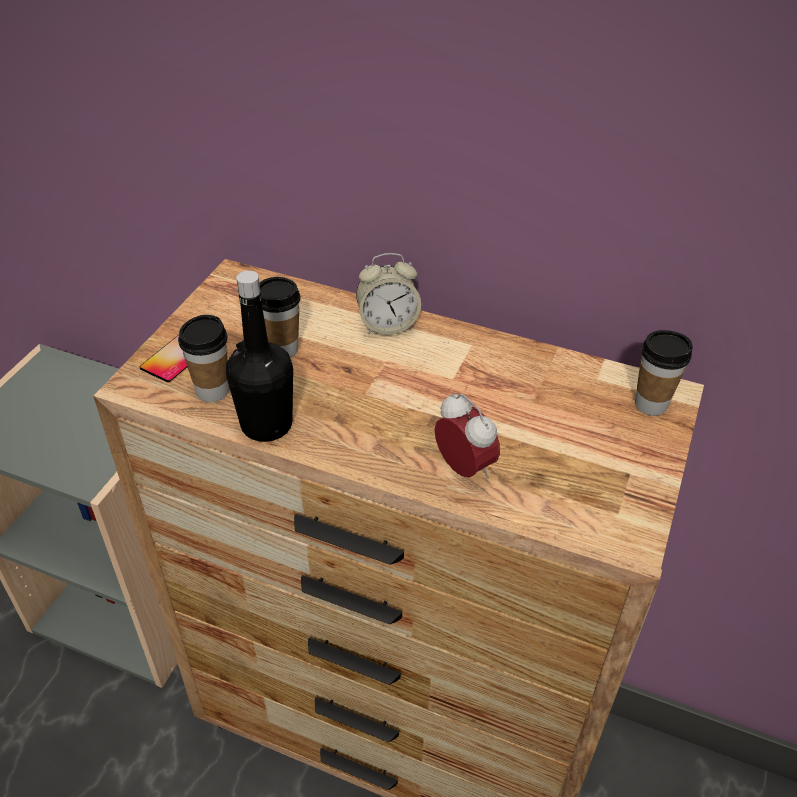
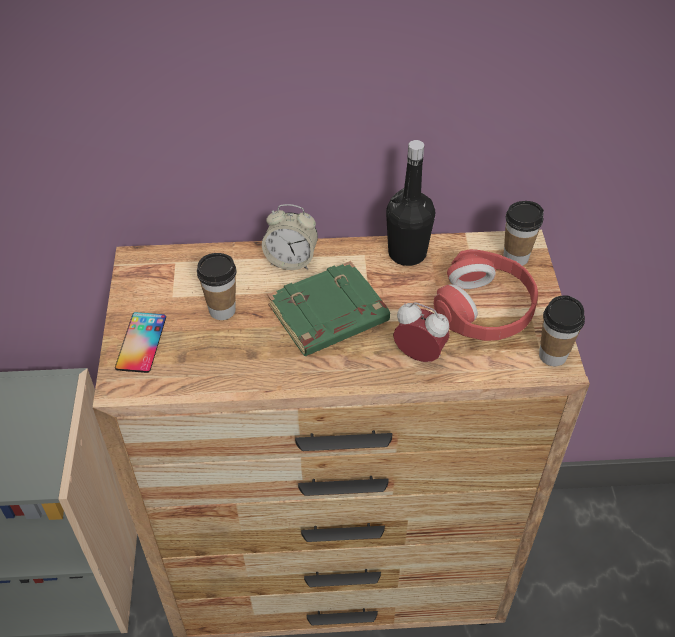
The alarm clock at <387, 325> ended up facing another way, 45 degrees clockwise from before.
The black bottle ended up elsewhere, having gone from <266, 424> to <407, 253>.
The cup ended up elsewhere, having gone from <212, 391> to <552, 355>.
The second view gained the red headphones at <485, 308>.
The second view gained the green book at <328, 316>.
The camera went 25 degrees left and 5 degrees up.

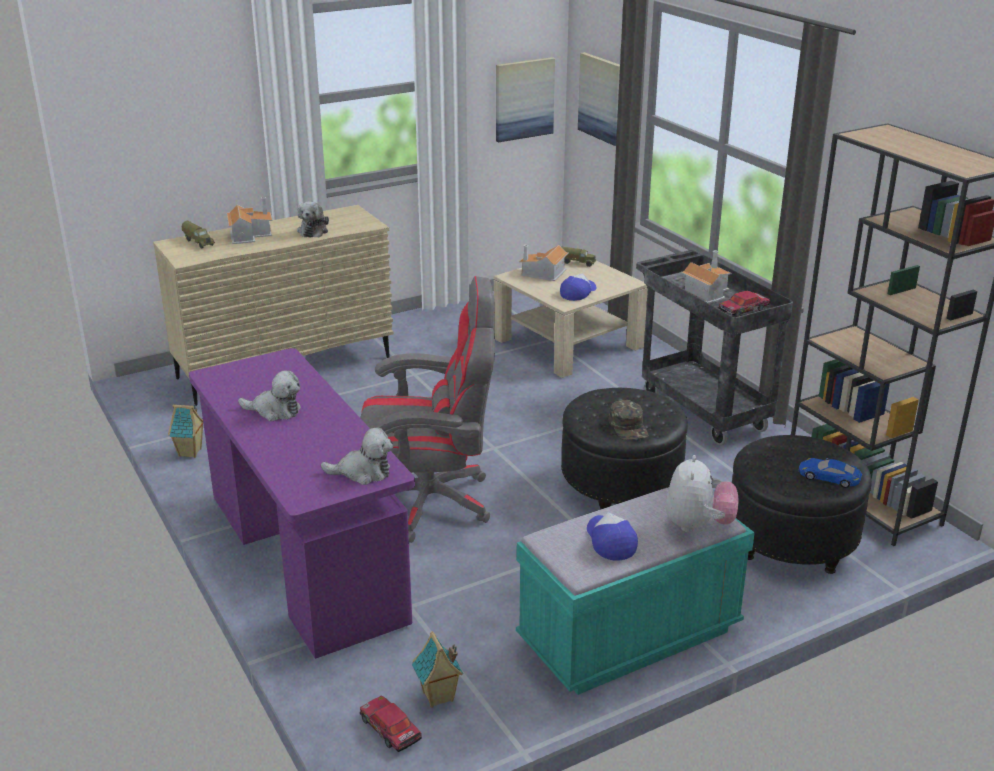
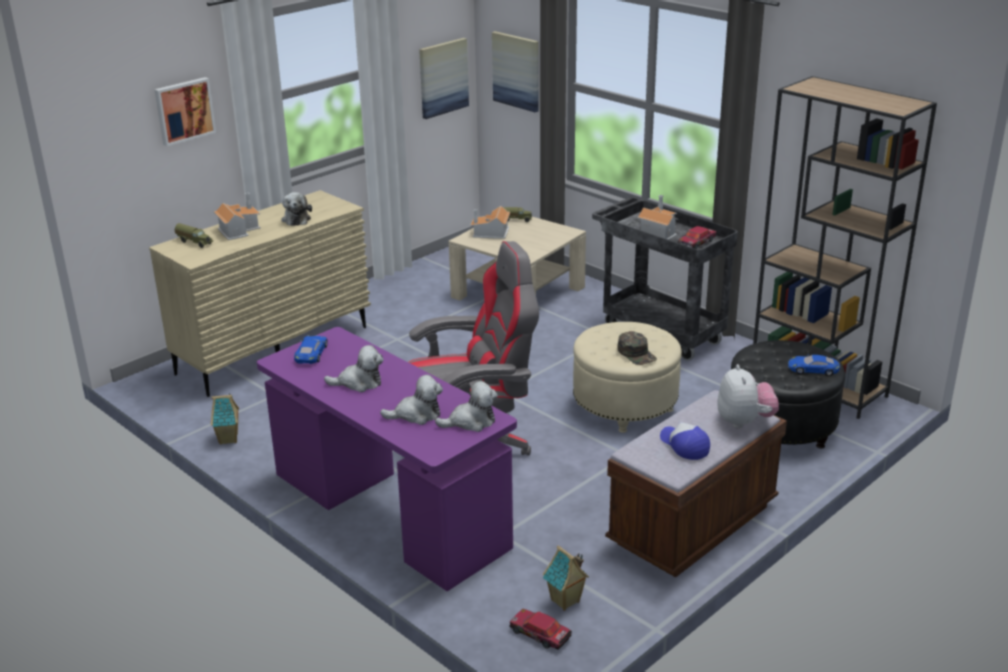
The second view lost the cap at <578, 292>.
What was the black ottoman at <621, 486> turned into the beige ottoman at <625, 406>.
What was the turquoise bench at <629, 637> turned into the brown bench at <693, 525>.
The second view gained the picture at <184, 110>.
The second view gained the blue toy car at <311, 353>.
The second view gained the plush toy at <416, 414>.
The camera went 15 degrees left and 0 degrees up.

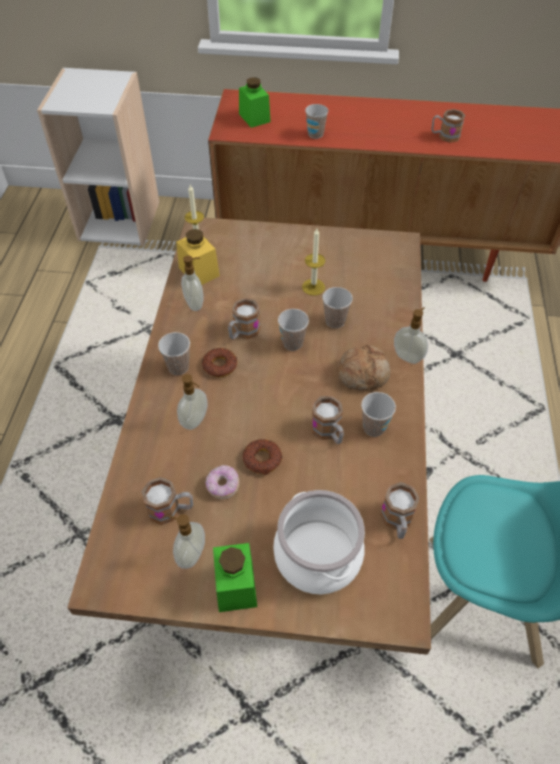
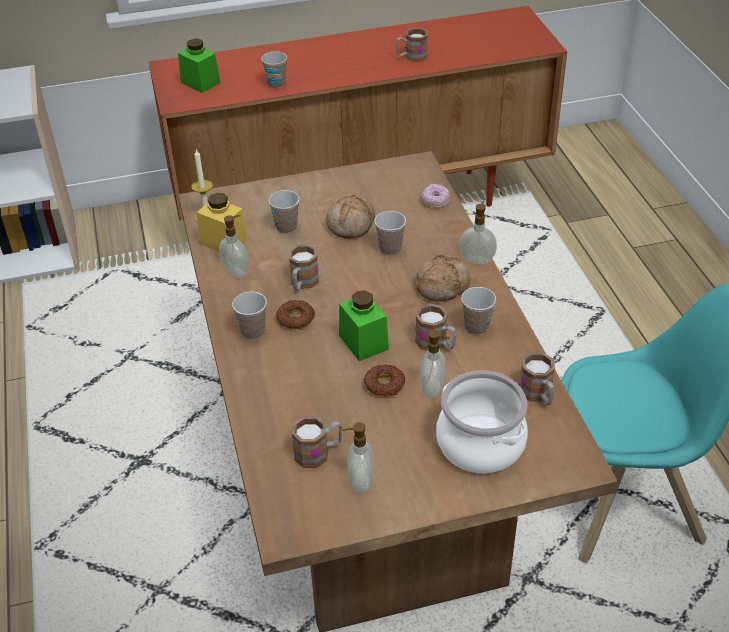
Where the candle stood at <313, 287>, the bread came to stand at <352, 225>.
The cup ended up elsewhere, having gone from <292, 343> to <286, 227>.
The soap dispenser ended up elsewhere, having gone from <195, 421> to <433, 389>.
The donut ended up elsewhere, having gone from <222, 486> to <435, 201>.
The green jar ended up elsewhere, having gone from <235, 586> to <363, 342>.
The camera went 20 degrees left and 10 degrees down.

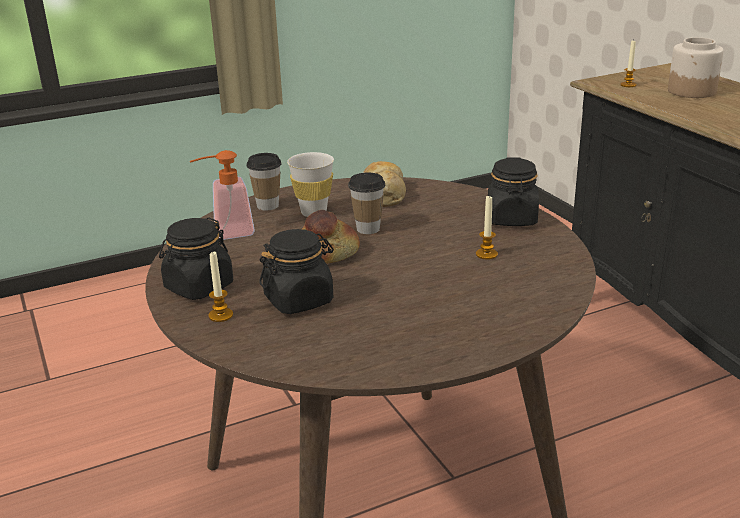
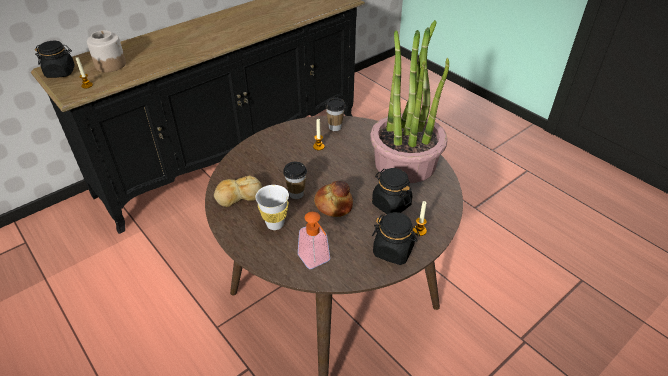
The cup ended up elsewhere, having gone from <267, 206> to <335, 127>.
The black jar ended up elsewhere, having gone from <511, 219> to <61, 72>.
The second view gained the potted plant at <405, 162>.
The camera went 105 degrees left and 15 degrees up.

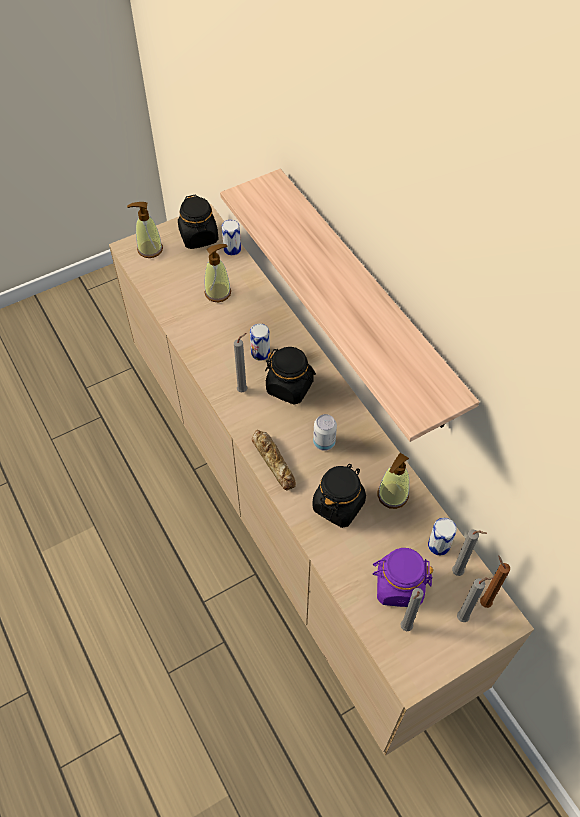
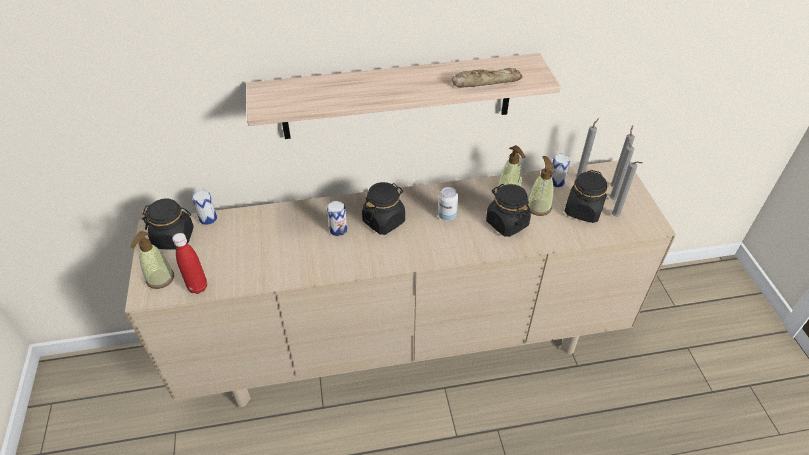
The soap dispenser ended up elsewhere, having gone from <218, 292> to <538, 207>.
The grey candle ended up elsewhere, having gone from <244, 390> to <612, 198>.
The bread ended up elsewhere, having gone from <274, 461> to <485, 82>.
What was the purple jar at <398, 586> turned into the black jar at <583, 210>.
The second view lost the brown candle at <483, 601>.
The second view gained the red bottle at <198, 287>.
The camera went 70 degrees left and 10 degrees down.

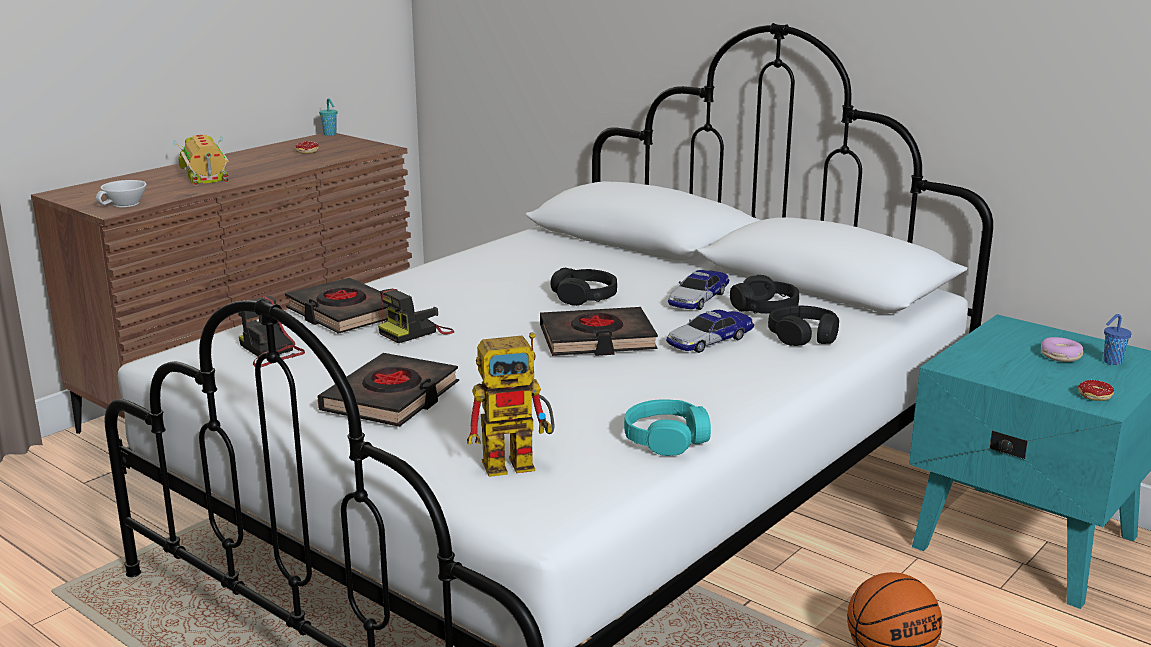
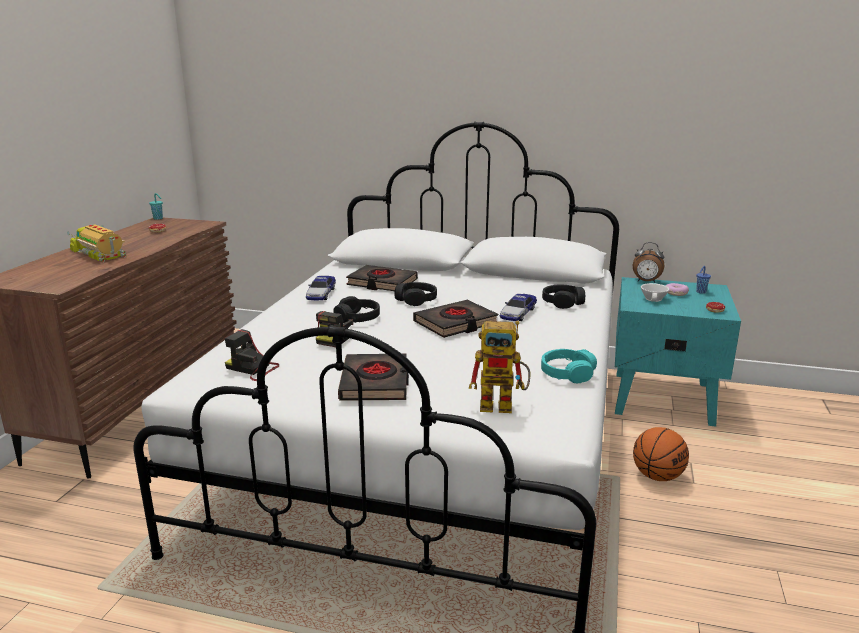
The white cup ended up elsewhere, having gone from <125, 204> to <654, 299>.
The toy car ended up elsewhere, having gone from <698, 299> to <321, 293>.
The black headphones ended up elsewhere, having gone from <764, 308> to <357, 318>.
The black book ended up elsewhere, having gone from <344, 313> to <382, 283>.
The toy robot at <519, 462> ended up facing another way, 45 degrees clockwise from before.
The second view gained the alarm clock at <646, 282>.
The camera went 25 degrees left and 0 degrees up.

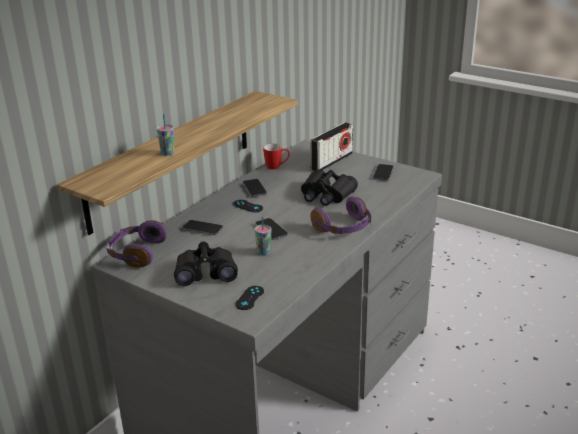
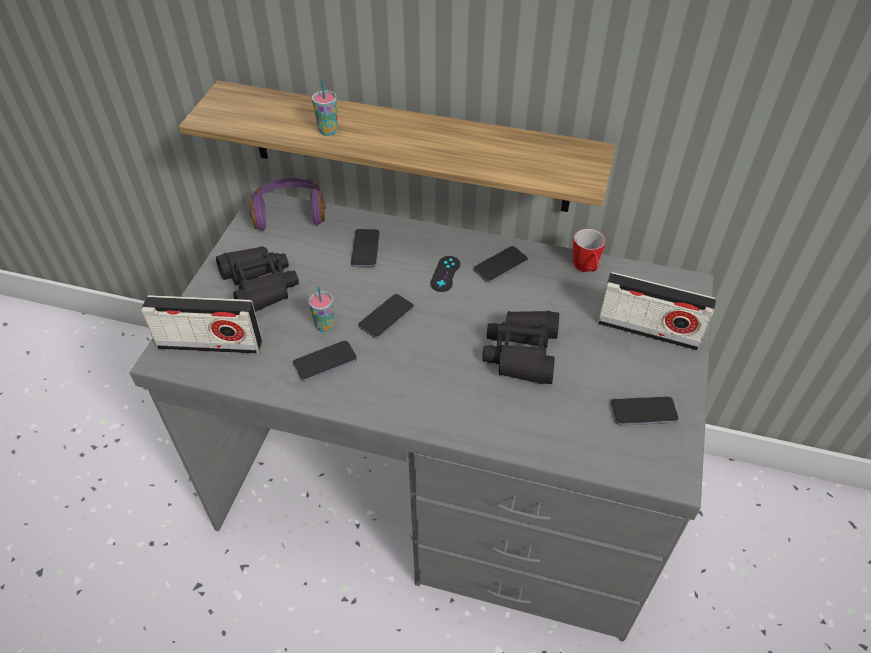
The second view lost the purple headphones at <344, 228>.
Where the black game controller stood at <250, 298>, the radio came to stand at <210, 344>.
The second view gained the phone at <325, 362>.
The camera went 70 degrees right and 20 degrees up.

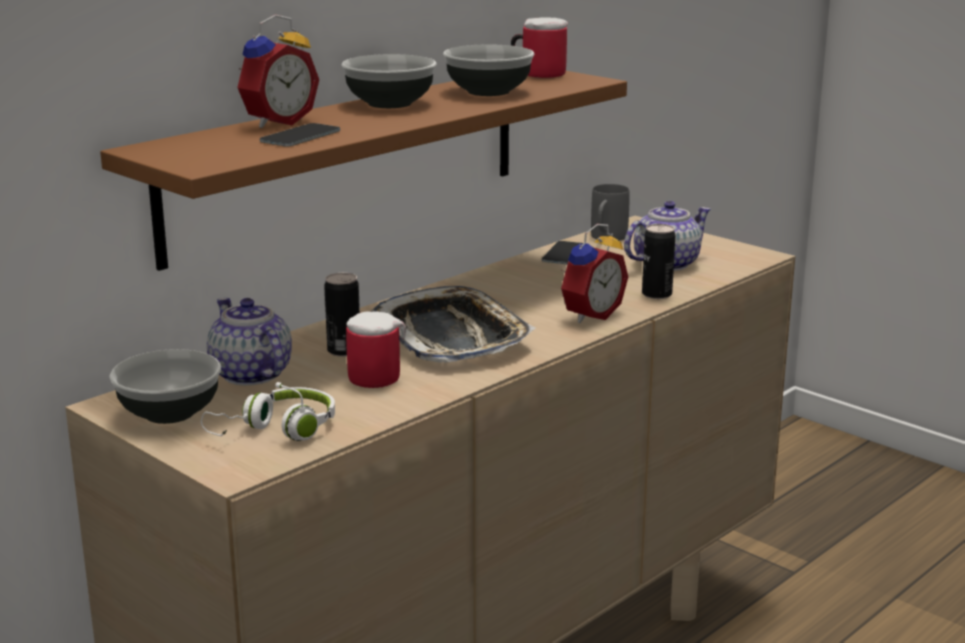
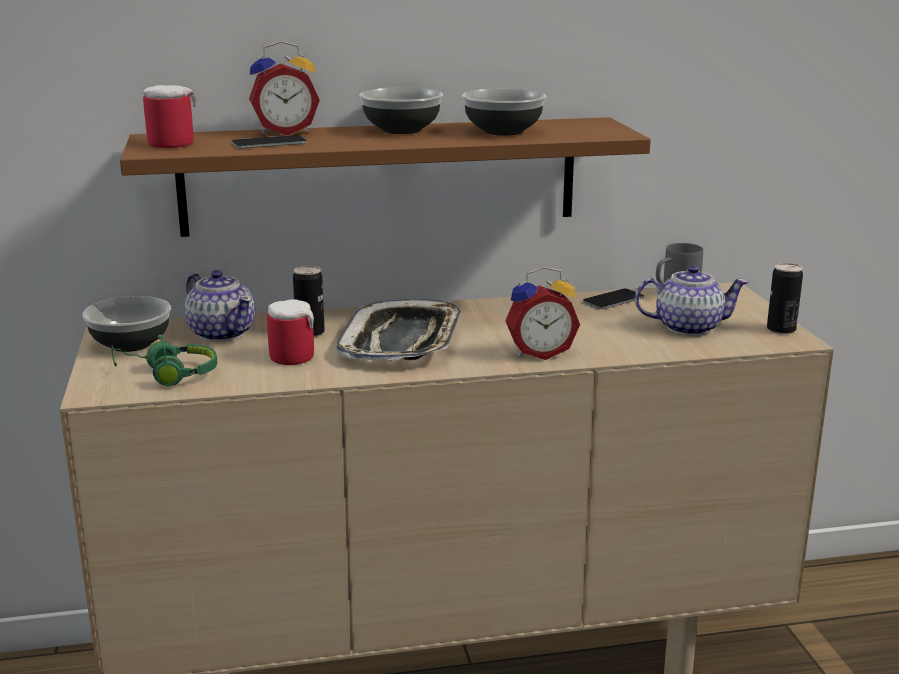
The mug ended up elsewhere, having gone from <538, 73> to <170, 143>.
The can ended up elsewhere, having gone from <657, 294> to <781, 329>.
The teapot at <251, 375> ended up facing another way, 135 degrees clockwise from before.
What was the white headphones at <277, 430> turned into the green headphones at <167, 375>.
The camera went 35 degrees right and 0 degrees up.

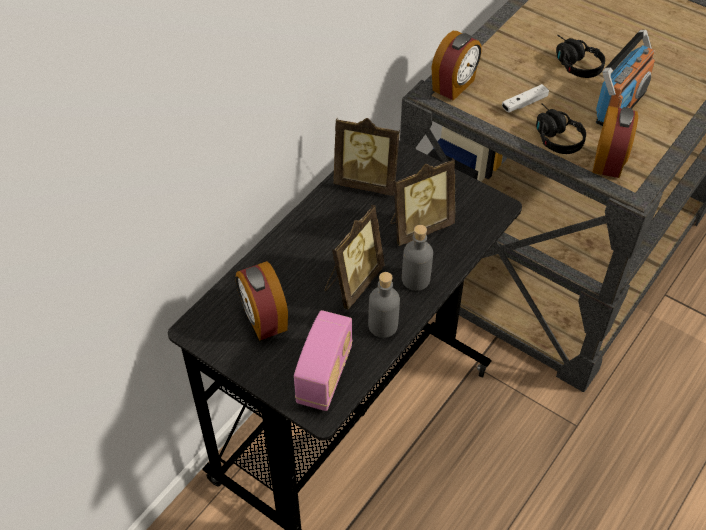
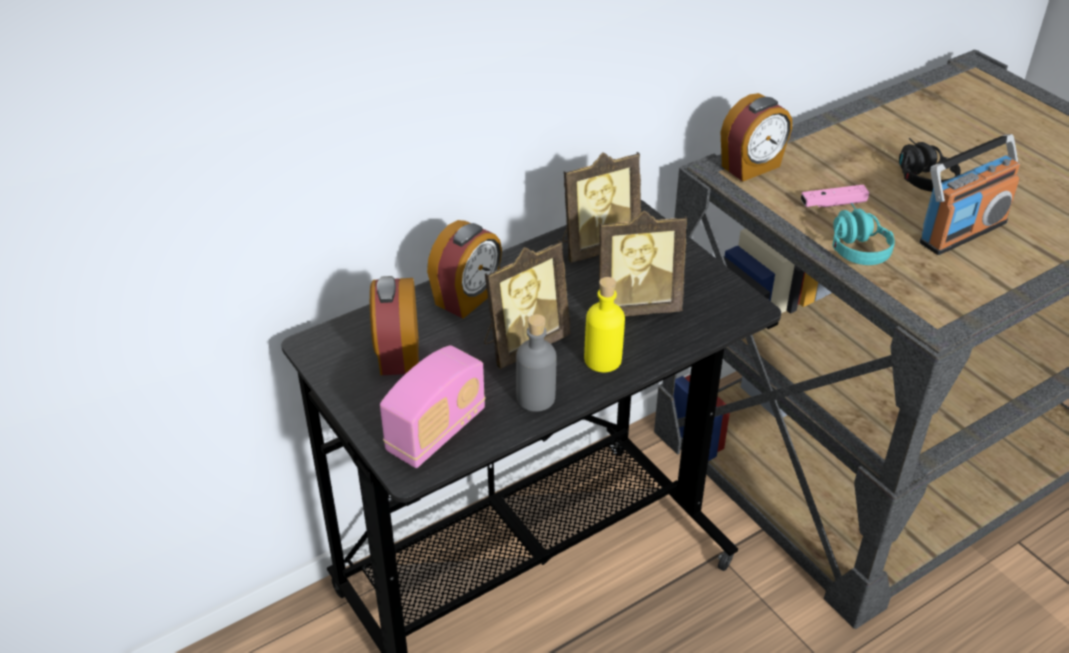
What was the white game controller at <524, 103> turned into the pink game controller at <833, 203>.
What was the black headphones at <553, 136> turned into the turquoise headphones at <854, 244>.
The alarm clock ended up elsewhere, having gone from <609, 161> to <467, 298>.
The picture frame at <367, 181> ended up facing another way, 60 degrees counterclockwise from before.
What was the grey bottle at <416, 279> turned into the yellow bottle at <603, 359>.
The camera went 20 degrees right and 10 degrees down.

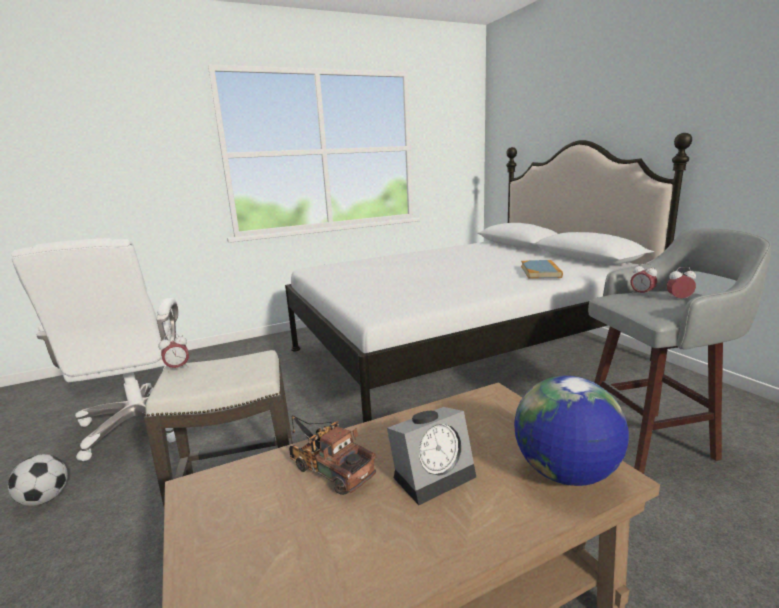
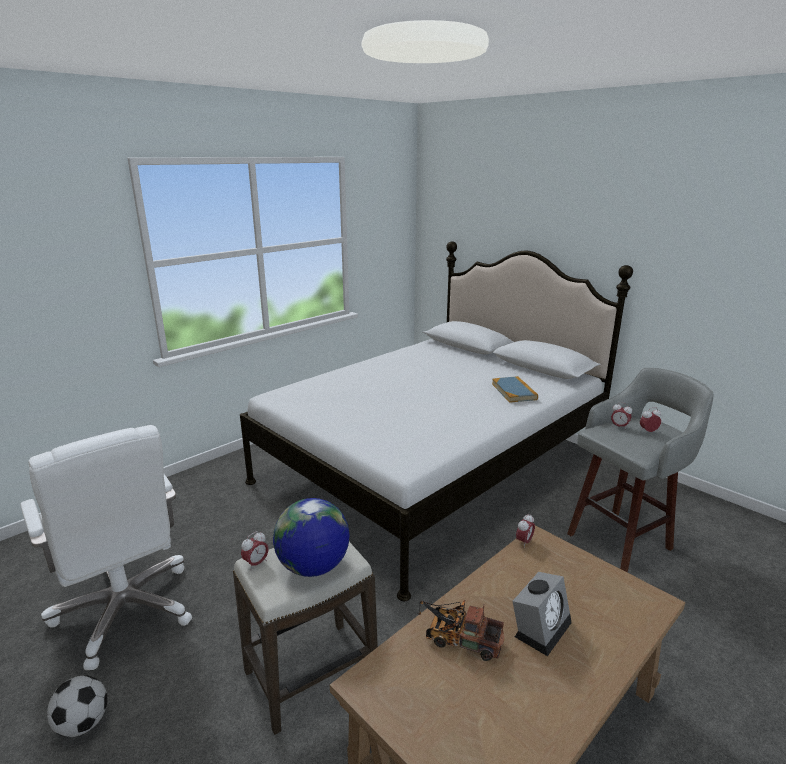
The globe ended up elsewhere, having gone from <565, 473> to <313, 567>.
The second view gained the alarm clock at <524, 542>.
The camera went 20 degrees left and 5 degrees up.

